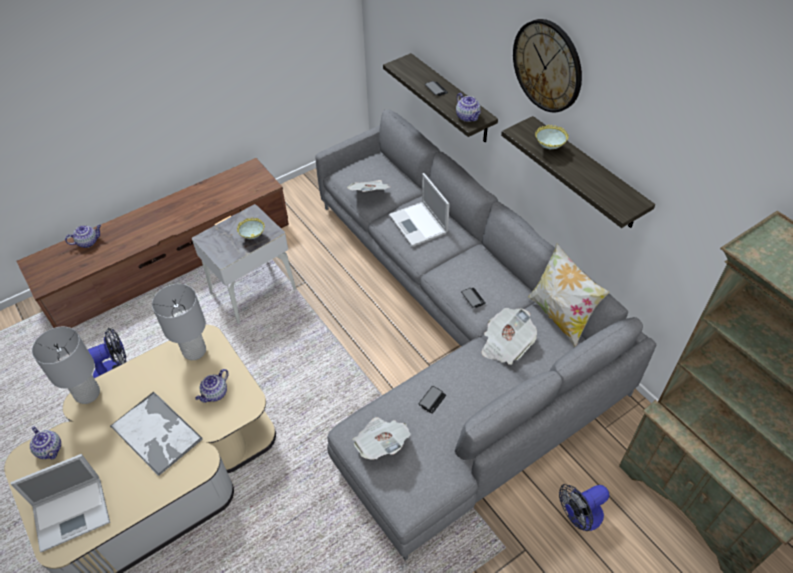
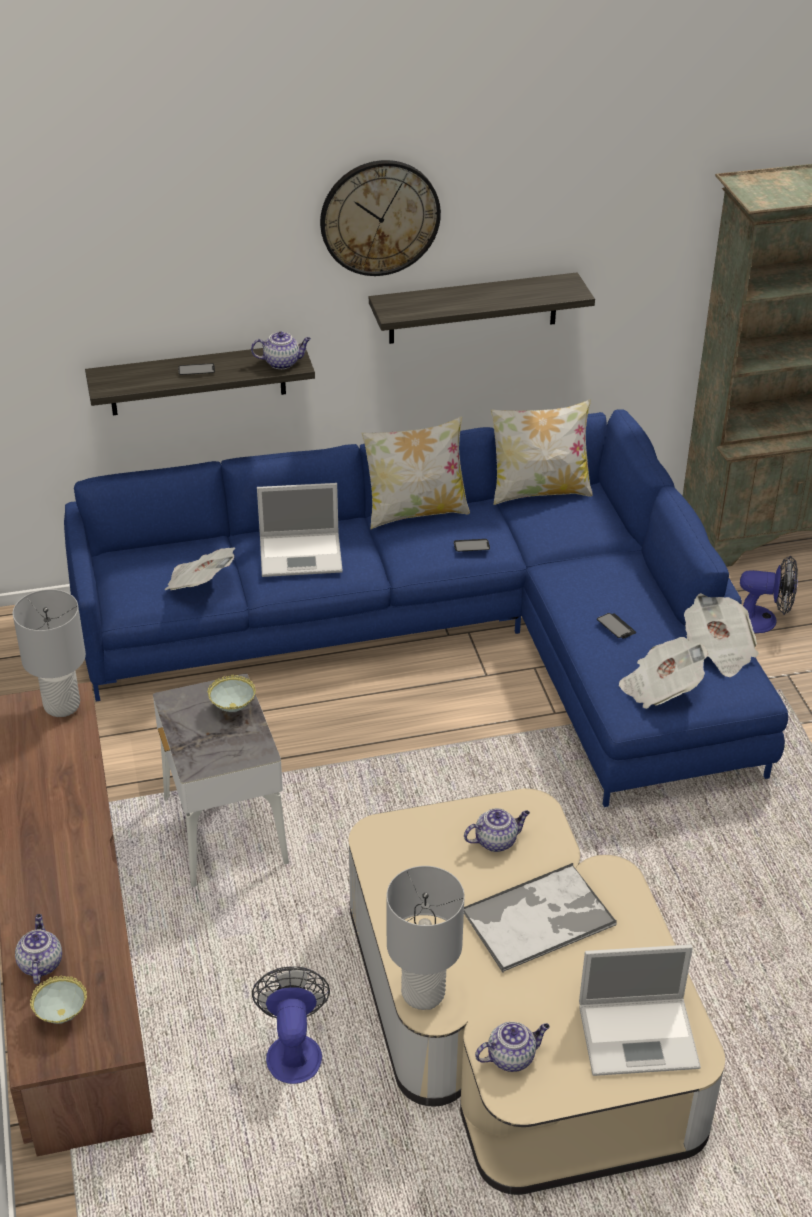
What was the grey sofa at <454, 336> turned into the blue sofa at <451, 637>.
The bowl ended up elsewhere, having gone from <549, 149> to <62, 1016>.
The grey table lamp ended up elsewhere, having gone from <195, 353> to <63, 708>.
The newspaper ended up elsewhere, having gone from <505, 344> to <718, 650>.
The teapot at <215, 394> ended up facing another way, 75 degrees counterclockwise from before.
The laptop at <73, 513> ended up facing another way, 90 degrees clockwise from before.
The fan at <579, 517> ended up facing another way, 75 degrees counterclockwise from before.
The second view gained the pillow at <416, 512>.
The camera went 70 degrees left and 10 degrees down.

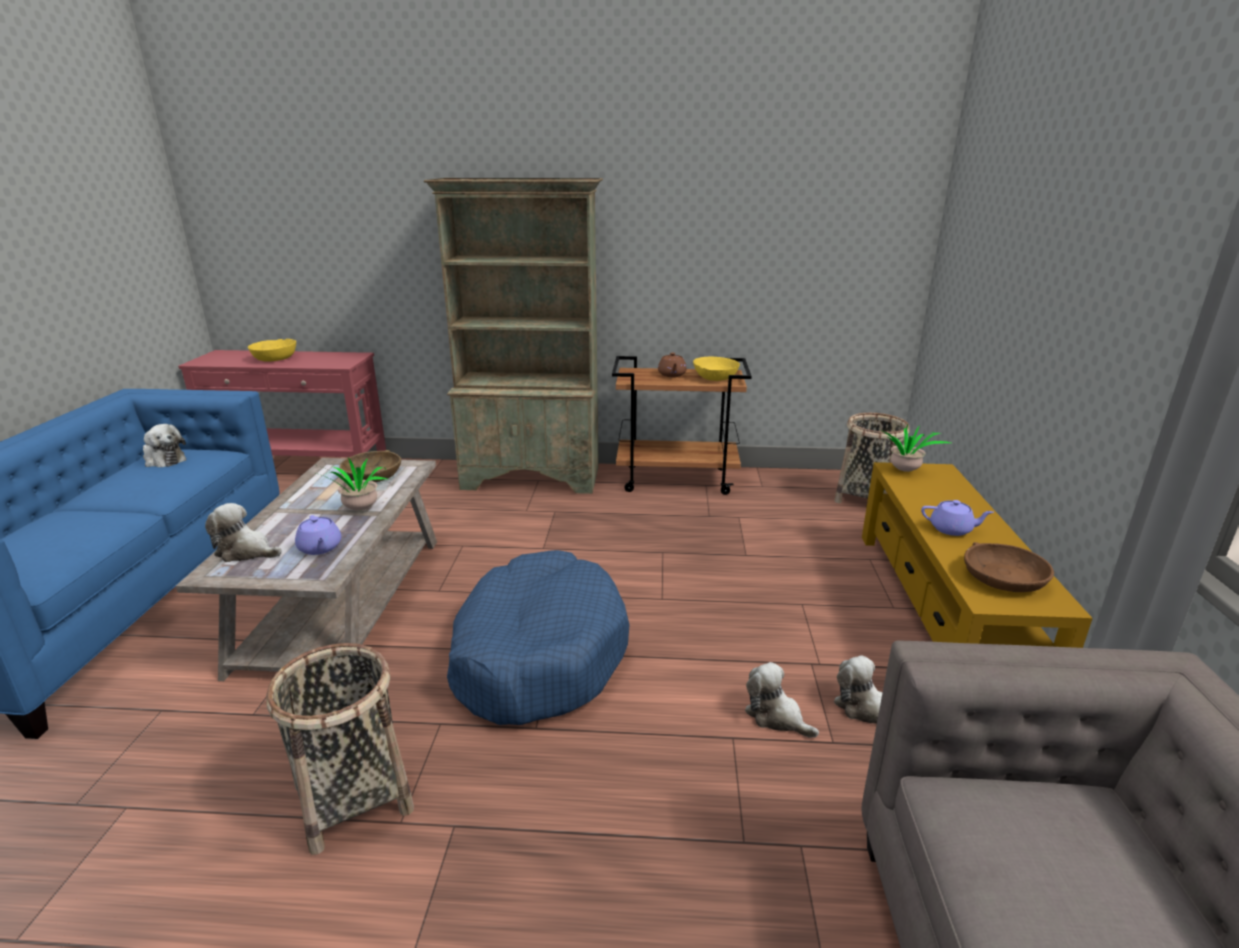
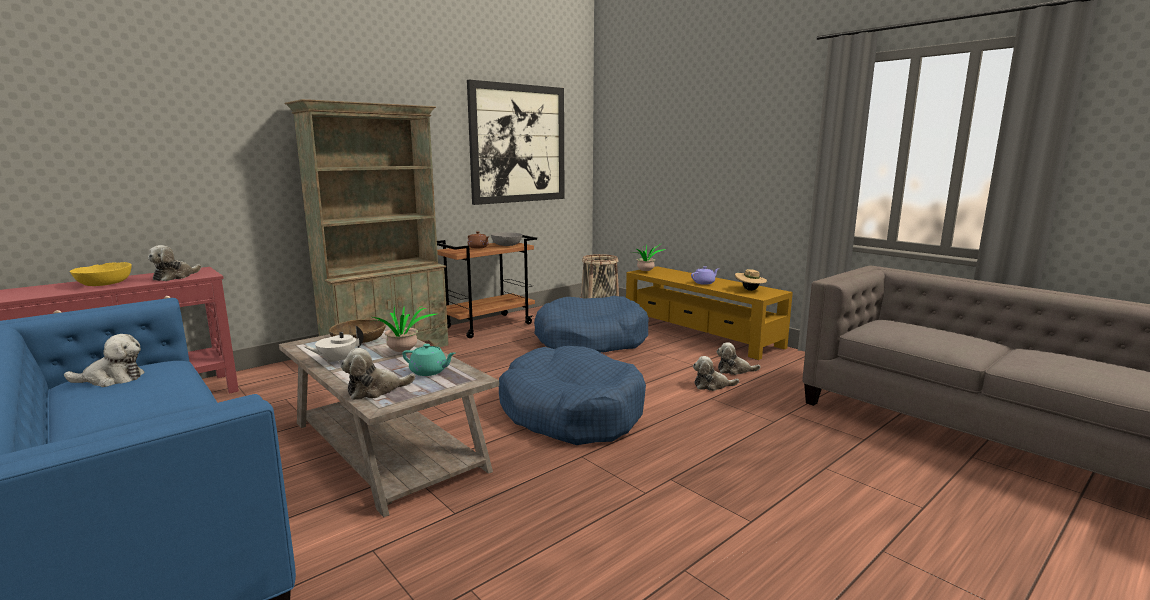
What was the yellow bowl at <715, 377> turned into the grey bowl at <507, 245>.
What was the purple teapot at <320, 548> turned into the turquoise teapot at <429, 371>.
Where the brown bowl stood at <1002, 578>, the beige hat came to stand at <750, 290>.
The second view lost the basket at <353, 797>.
The second view gained the picture at <518, 144>.
The second view gained the plush toy at <175, 277>.
The second view gained the blue dog bed at <590, 340>.
The second view gained the white teapot at <337, 360>.
The camera went 45 degrees left and 10 degrees down.

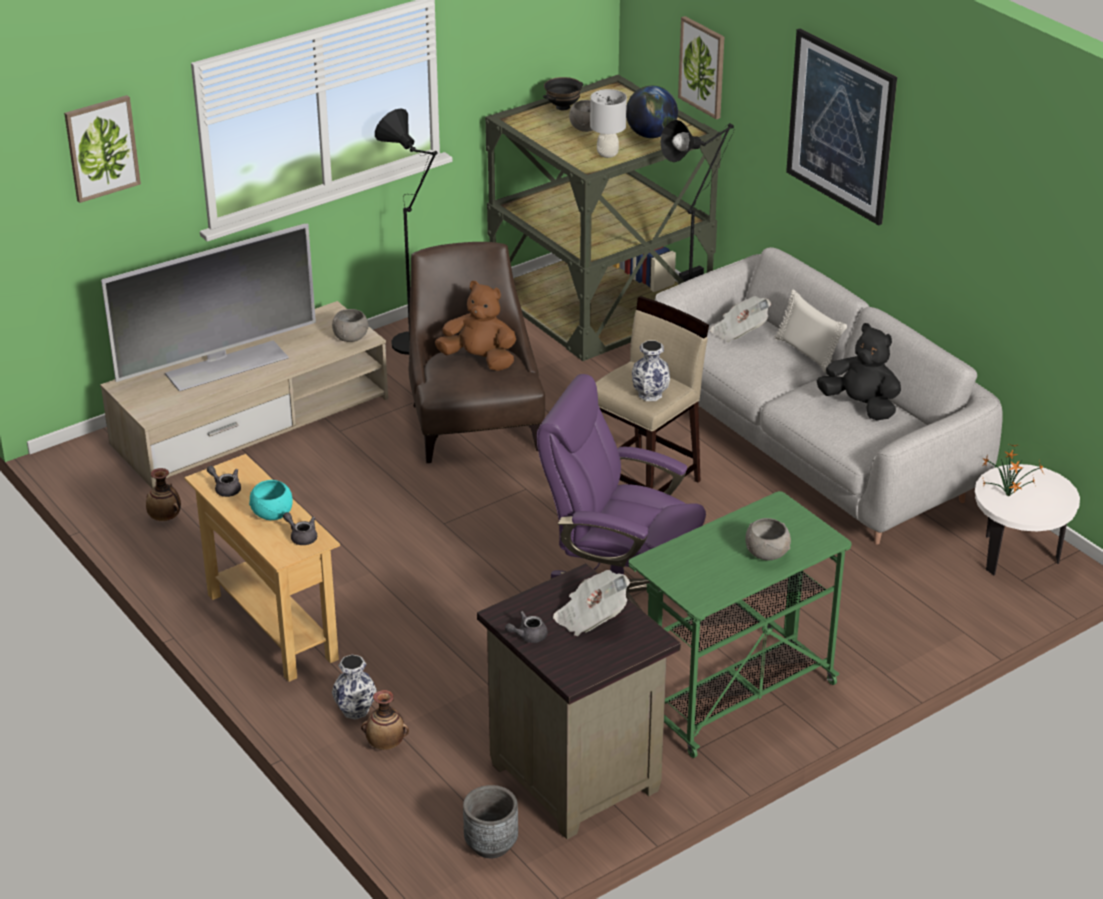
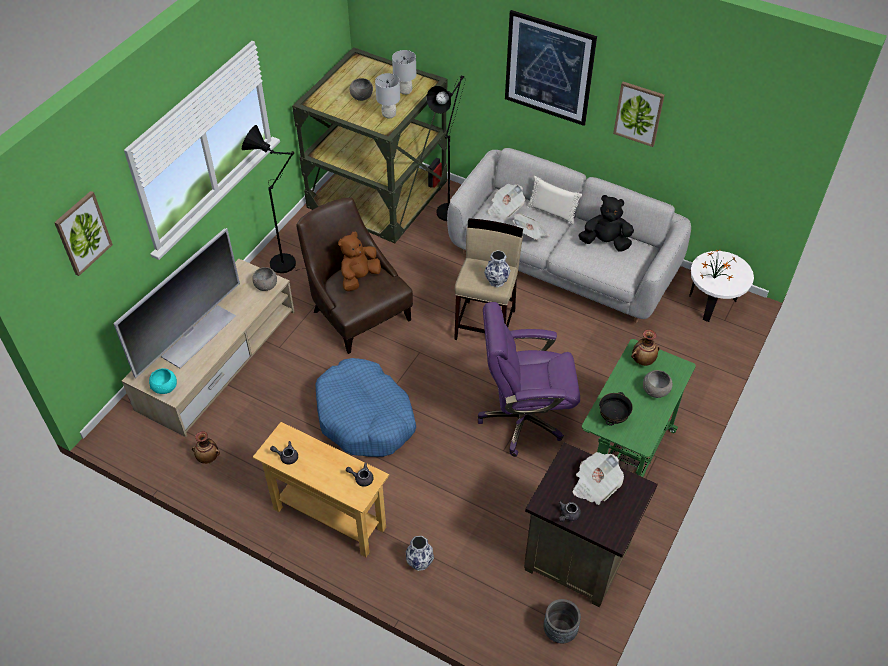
The picture ended up elsewhere, having gone from <702, 67> to <638, 113>.
The black bowl ended up elsewhere, having gone from <563, 107> to <613, 418>.
Where the globe stood at <651, 135>, the grey table lamp came to stand at <405, 91>.
The brown plush toy at <479, 360> ended up facing another way, 45 degrees counterclockwise from before.
The turquoise bowl ended up elsewhere, having gone from <272, 514> to <164, 387>.
The vase ended up elsewhere, having gone from <386, 744> to <643, 360>.
The second view gained the newspaper at <530, 234>.
The second view gained the blue dog bed at <365, 417>.
The camera went 25 degrees left and 15 degrees up.

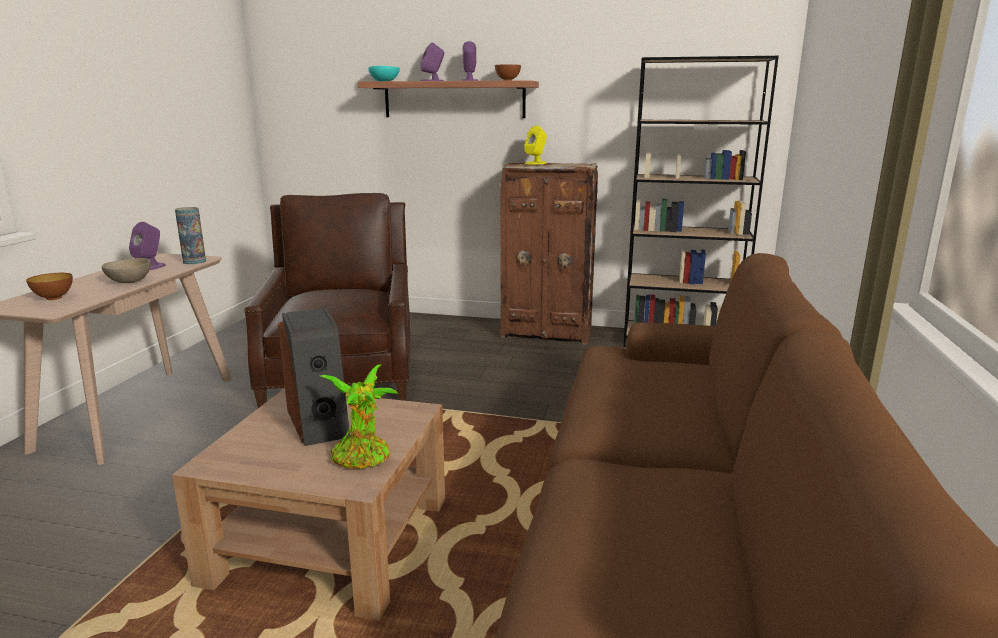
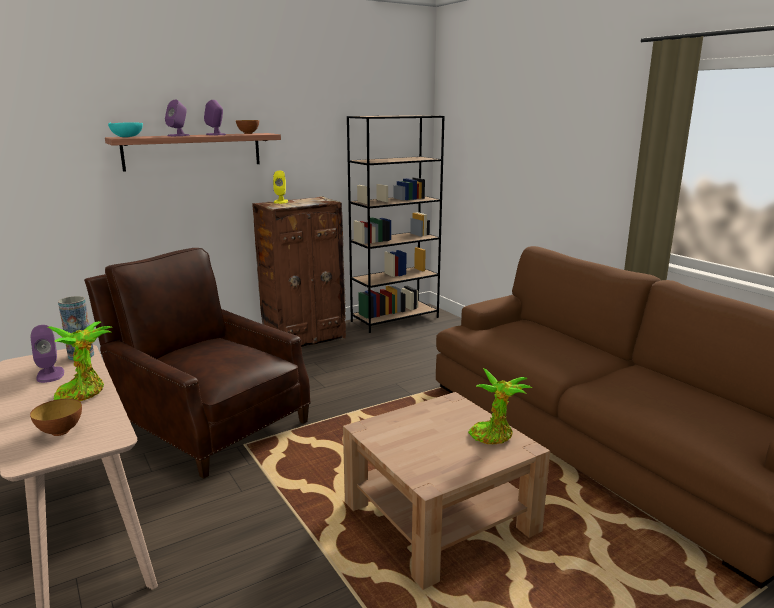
Where the beige bowl stood at <129, 281>, the potted plant came to stand at <84, 392>.
The second view lost the speaker at <320, 422>.
The camera went 45 degrees left and 0 degrees up.

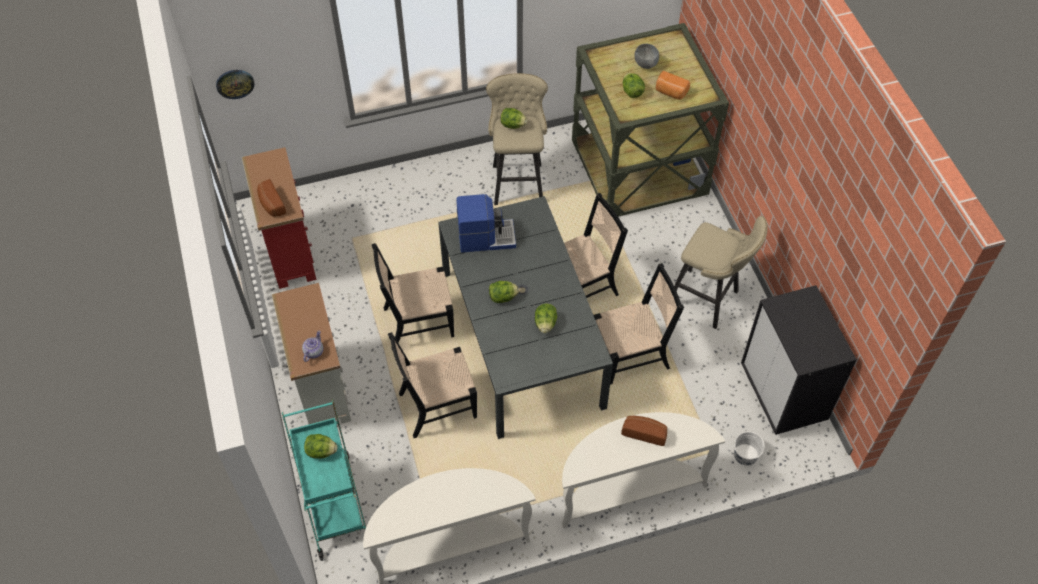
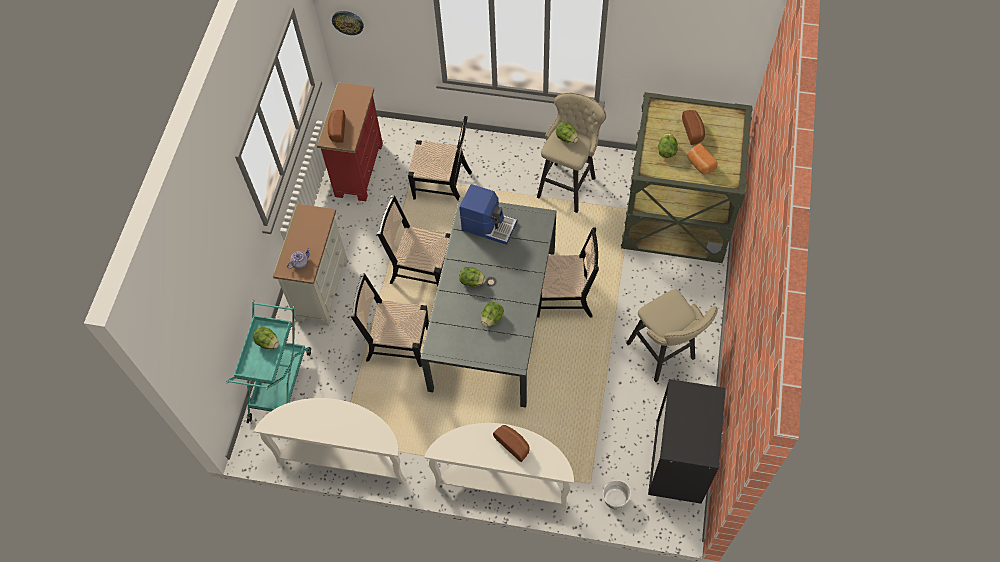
Where the grey bowl stood at <645, 64>, the bread came to stand at <694, 131>.
The chair ended up elsewhere, having gone from <631, 356> to <442, 186>.
The camera went 30 degrees right and 5 degrees up.

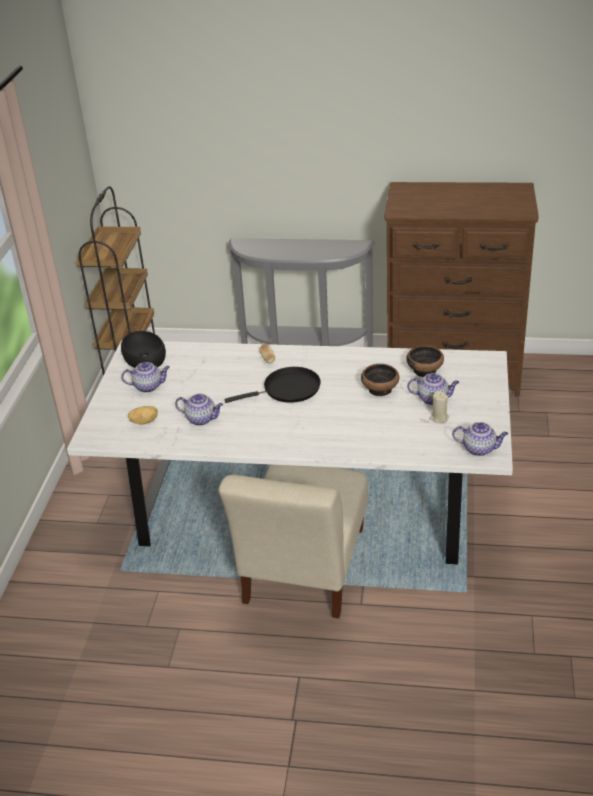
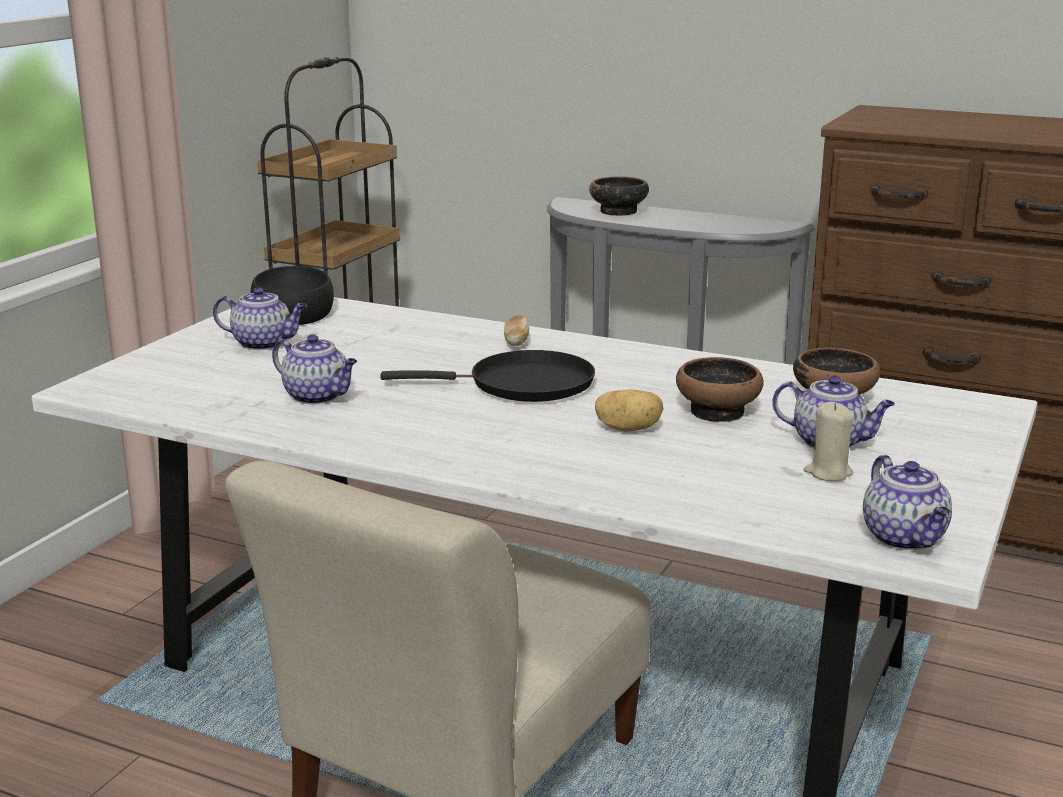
The potato ended up elsewhere, having gone from <144, 422> to <629, 429>.
The teapot at <479, 449> ended up facing another way, 45 degrees clockwise from before.
The second view gained the bowl at <618, 212>.
The camera went 15 degrees right and 15 degrees down.

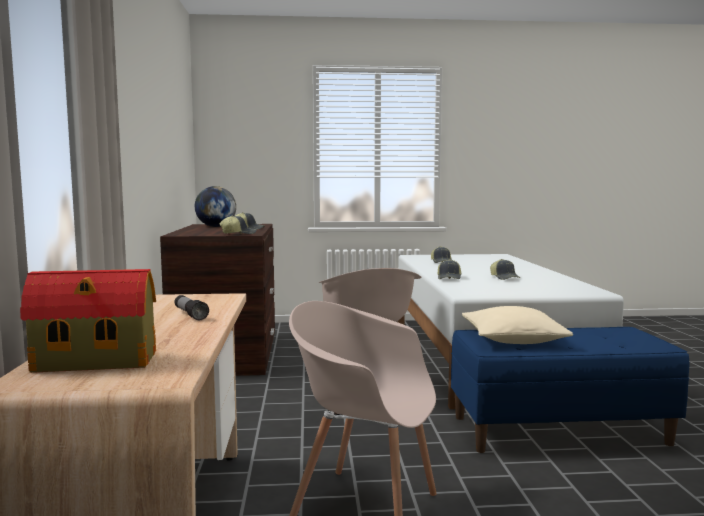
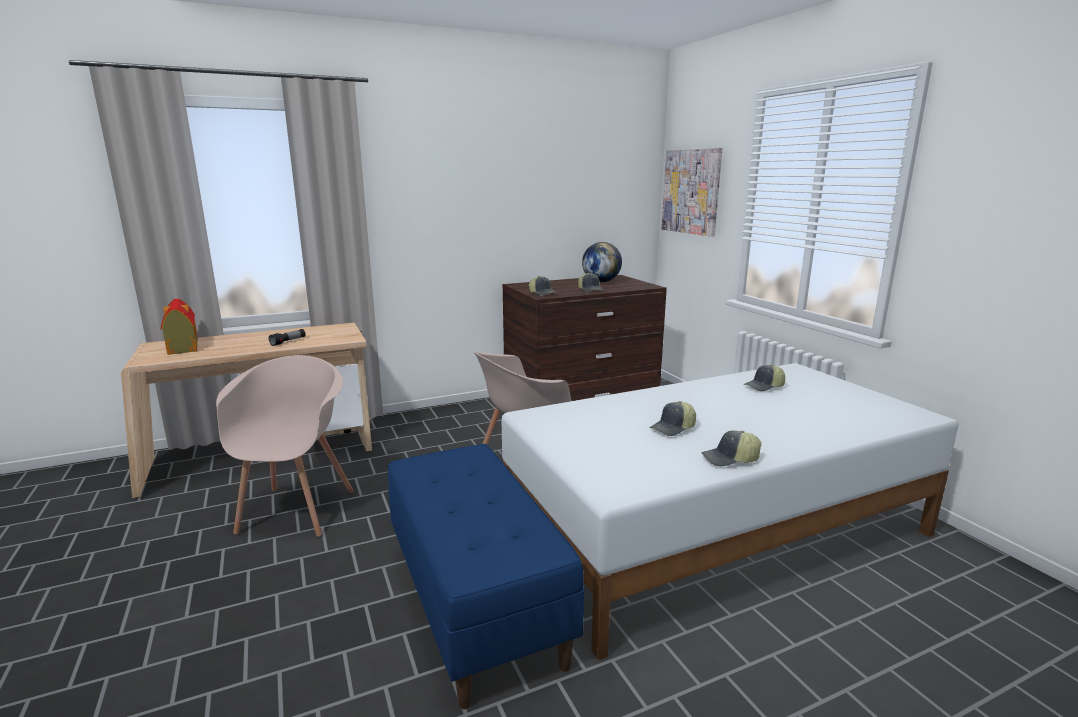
The cap ended up elsewhere, having gone from <449, 278> to <730, 459>.
The second view lost the beige pillow at <513, 339>.
The second view gained the picture at <691, 191>.
The camera went 70 degrees right and 10 degrees up.

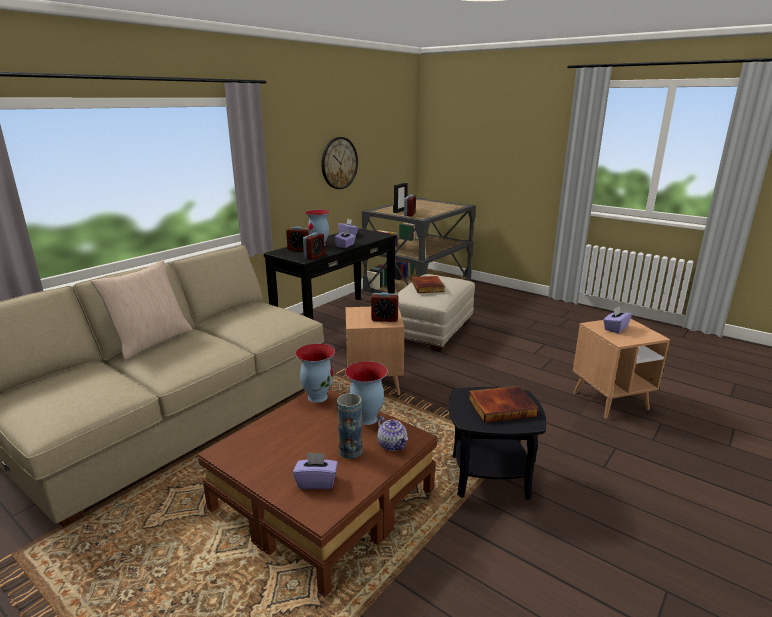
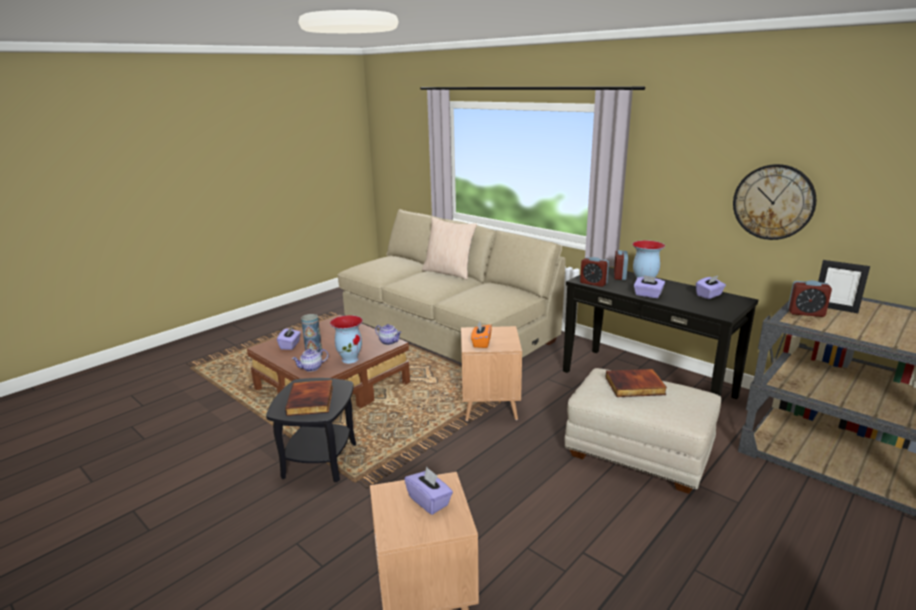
Where the alarm clock stood at <384, 319>, the orange tissue box came to stand at <481, 343>.
Where the vase stood at <317, 396>, the teapot came to stand at <389, 342>.
The camera went 95 degrees right and 0 degrees up.

